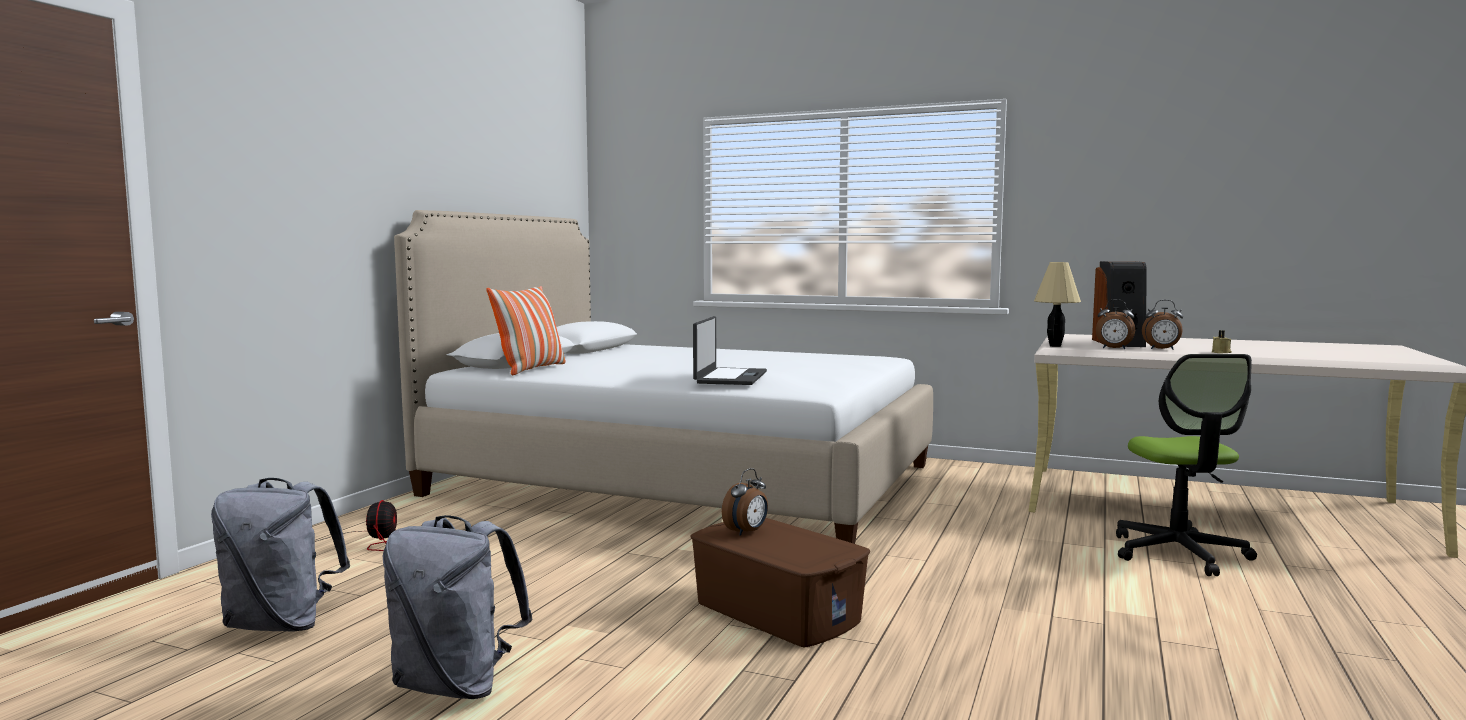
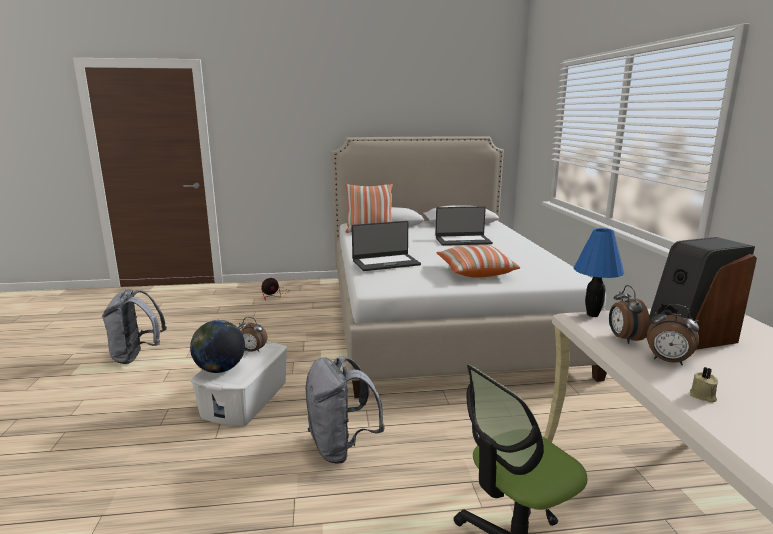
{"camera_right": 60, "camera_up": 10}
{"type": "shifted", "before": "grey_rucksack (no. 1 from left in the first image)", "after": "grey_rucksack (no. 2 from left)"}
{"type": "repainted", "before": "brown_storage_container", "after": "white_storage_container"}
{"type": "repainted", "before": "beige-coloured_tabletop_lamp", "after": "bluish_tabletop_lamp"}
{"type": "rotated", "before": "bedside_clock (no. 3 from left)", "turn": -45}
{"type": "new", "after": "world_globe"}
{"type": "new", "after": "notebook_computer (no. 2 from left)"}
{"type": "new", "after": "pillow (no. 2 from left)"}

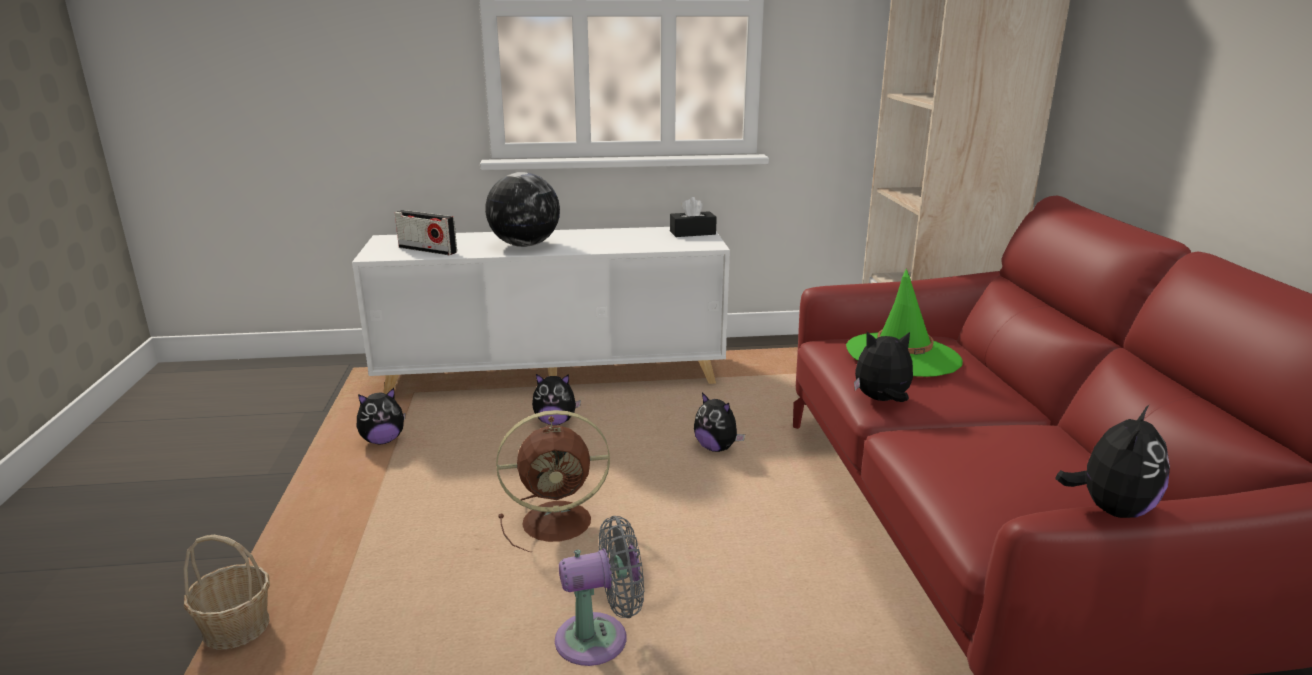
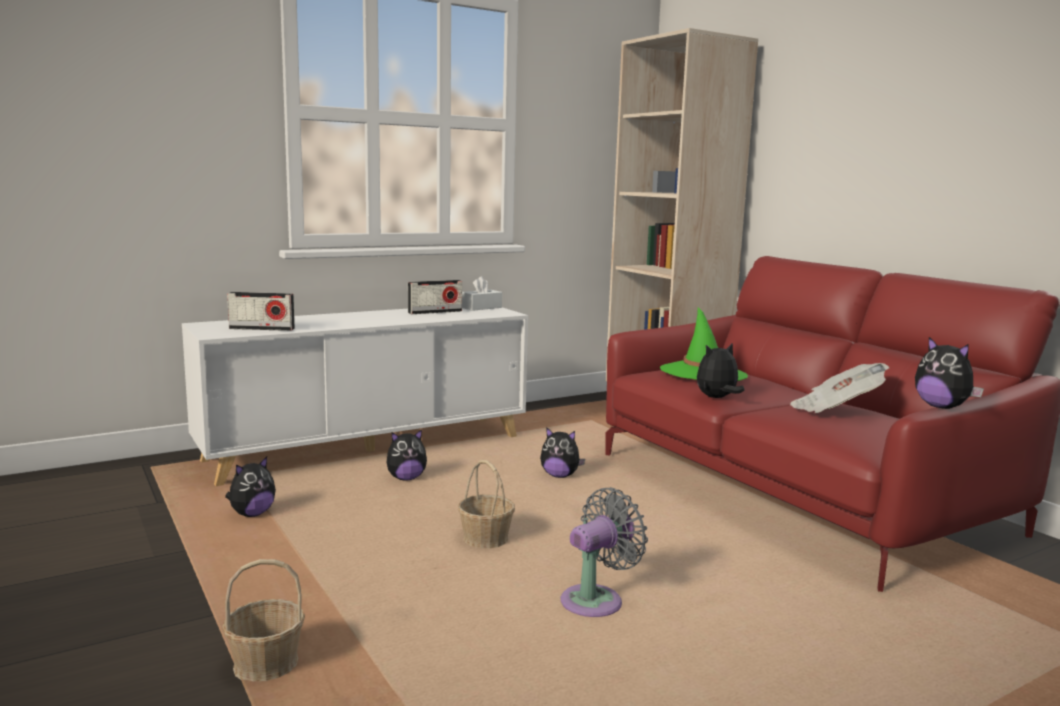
{"camera_right": -25, "camera_up": -10}
{"type": "gone", "before": "world_globe"}
{"type": "swapped", "before": "brown_fan", "after": "storage_basket (no. 2 from left)"}
{"type": "repainted", "before": "black_tissue_box", "after": "white_tissue_box"}
{"type": "rotated", "before": "cuddly_toy (no. 5 from left)", "turn": 135}
{"type": "new", "after": "radio_receiver (no. 2 from left)"}
{"type": "new", "after": "newspaper"}

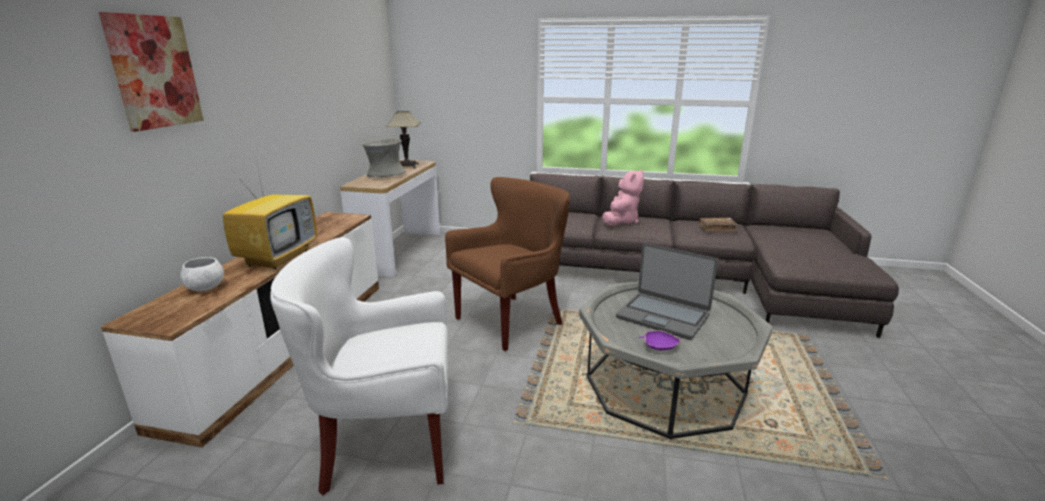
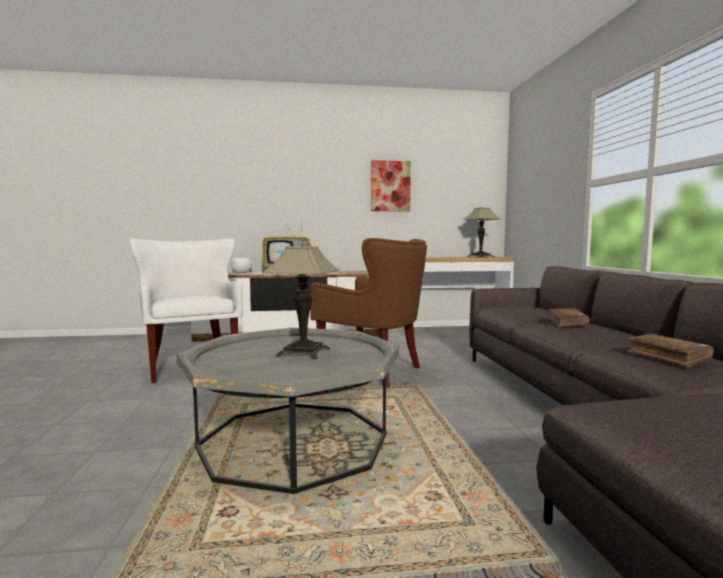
{"camera_right": 70, "camera_up": -15}
{"type": "shifted", "before": "picture"}
{"type": "gone", "before": "grey_flower_vase"}
{"type": "swapped", "before": "pink-coloured_cuddly_toy", "after": "brown_volume (no. 1 from left)"}
{"type": "swapped", "before": "notebook_computer", "after": "tabletop_lamp (no. 1 from left)"}
{"type": "gone", "before": "purple_serving_bowl"}

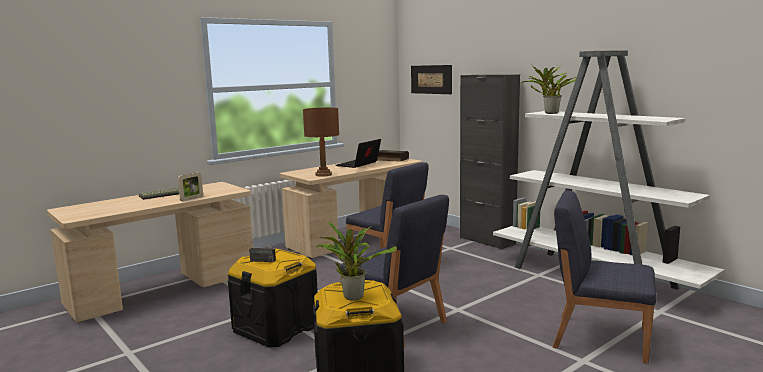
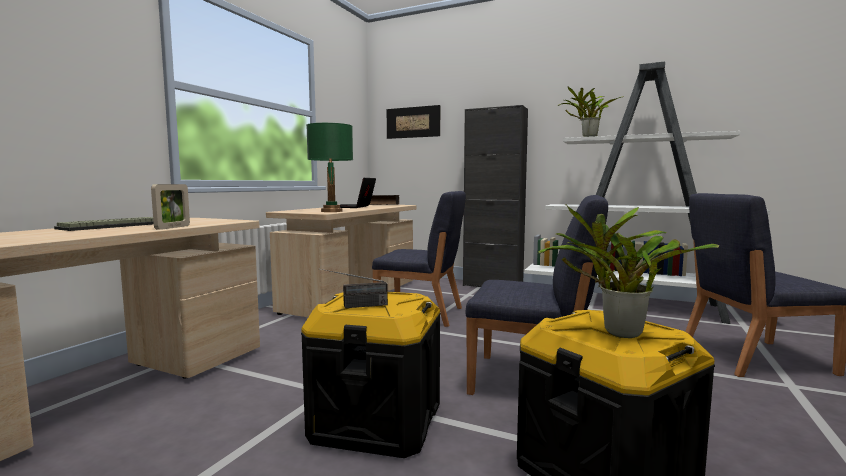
{"camera_right": -25, "camera_up": -5}
{"type": "repainted", "before": "brown_tabletop_lamp", "after": "green-coloured_tabletop_lamp"}

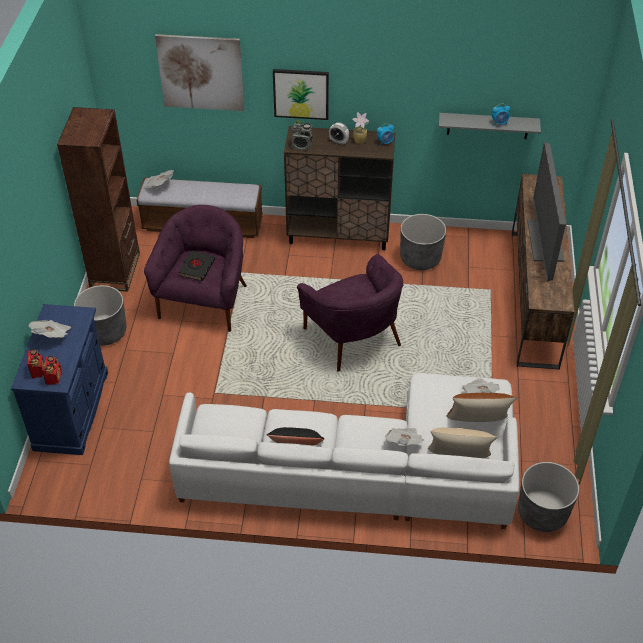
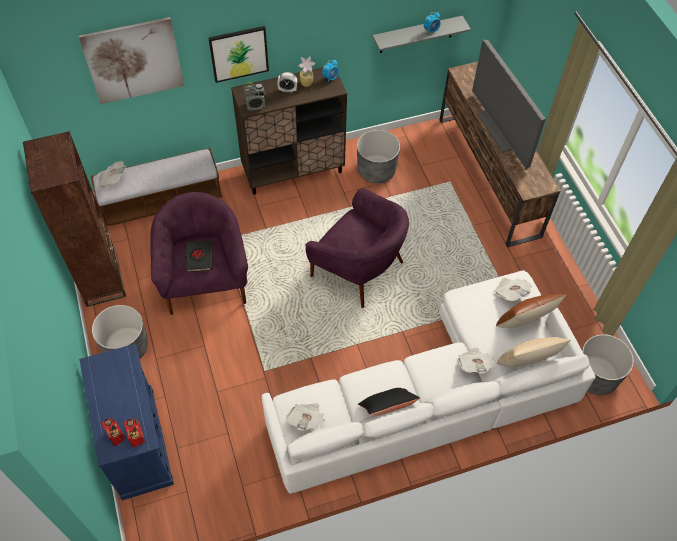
{"camera_right": -25, "camera_up": 10}
{"type": "shifted", "before": "newspaper (no. 1 from left in the first image)", "after": "newspaper (no. 2 from left)"}

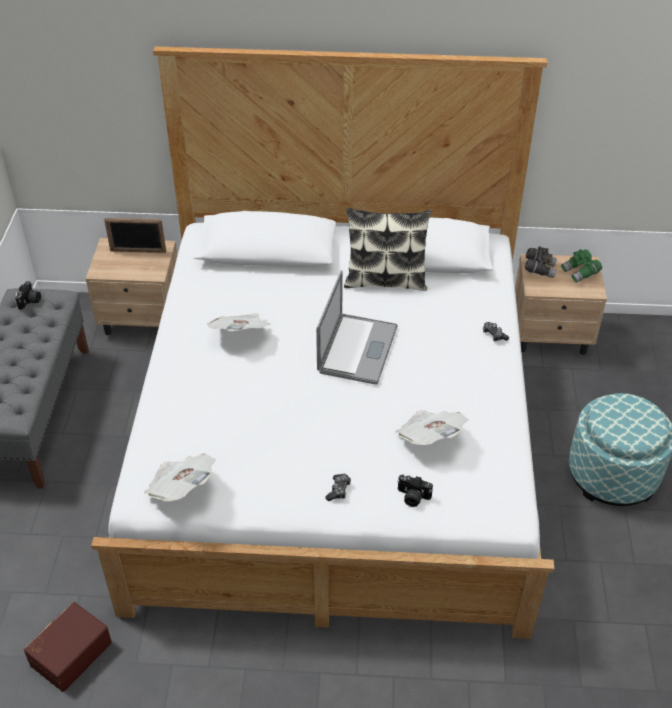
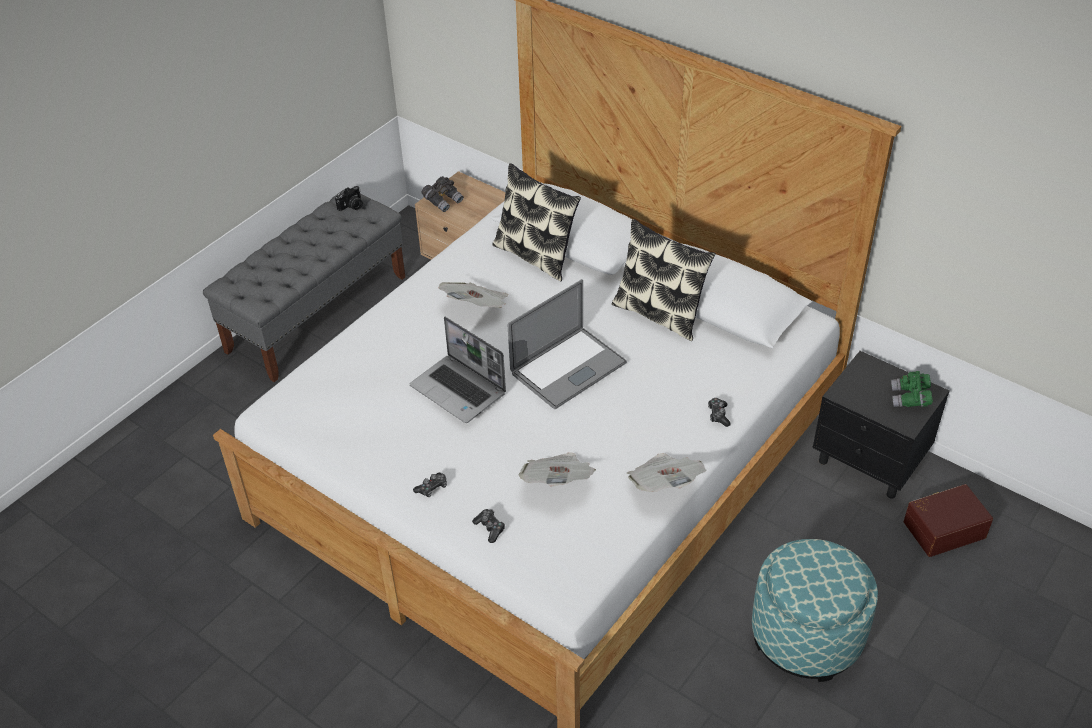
{"camera_right": 35, "camera_up": 0}
{"type": "shifted", "before": "brown_storage_container"}
{"type": "gone", "before": "standing_frame"}
{"type": "shifted", "before": "newspaper (no. 1 from left in the first image)", "after": "newspaper (no. 3 from left)"}
{"type": "swapped", "before": "photo_camera (no. 2 from left)", "after": "joypad (no. 2 from left)"}
{"type": "repainted", "before": "beige-coloured_bedside_table (no. 2 from left)", "after": "black_bedside_table"}
{"type": "shifted", "before": "grey_field_glasses"}
{"type": "new", "after": "notebook_computer (no. 1 from left)"}
{"type": "new", "after": "pillow (no. 1 from left)"}

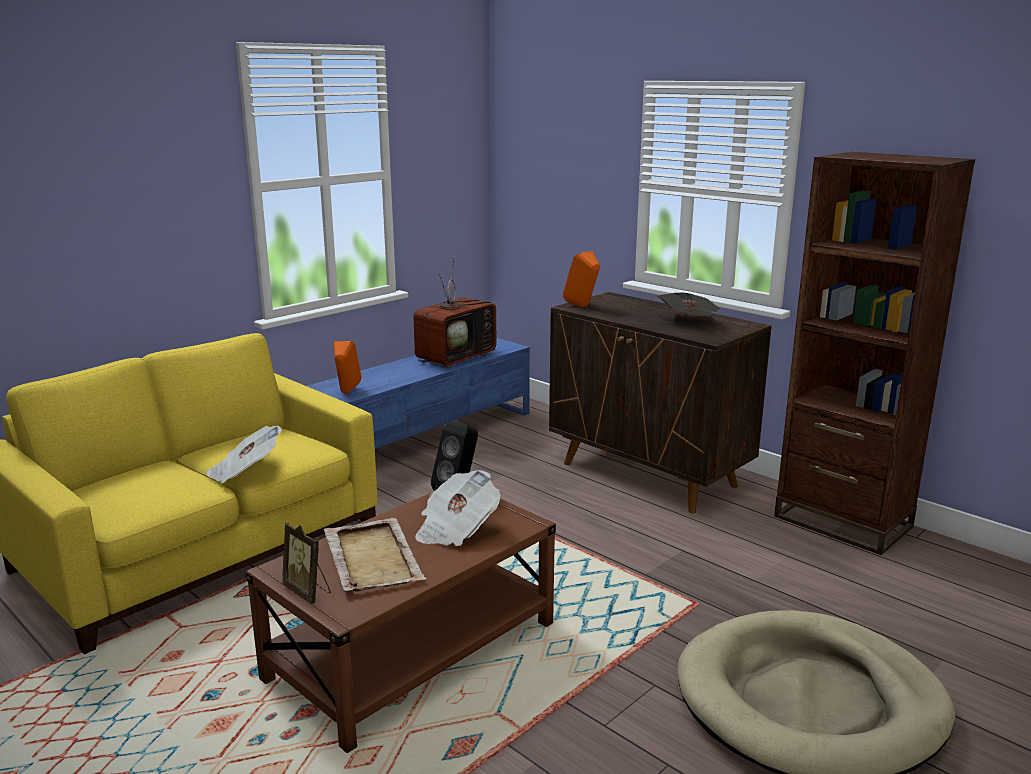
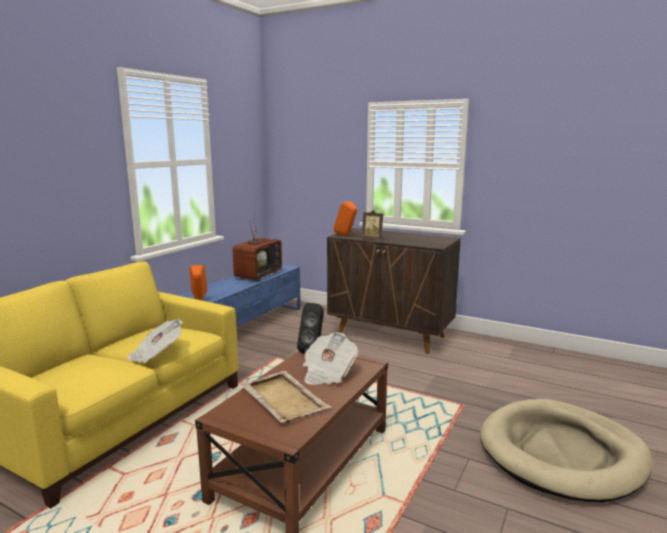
{"camera_right": -15, "camera_up": -5}
{"type": "shifted", "before": "standing_frame"}
{"type": "gone", "before": "newspaper (no. 3 from left)"}
{"type": "gone", "before": "brown_bookshelf"}

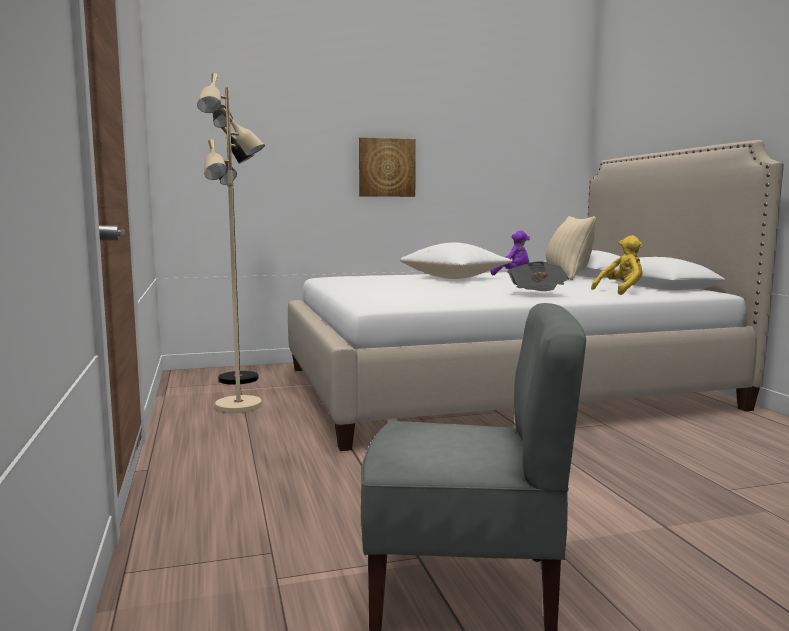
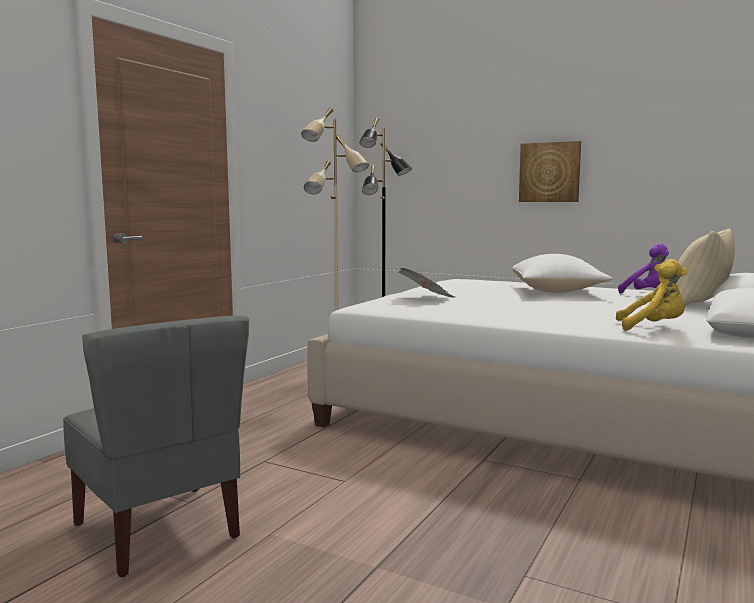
{"camera_right": 45, "camera_up": 0}
{"type": "shifted", "before": "newspaper"}

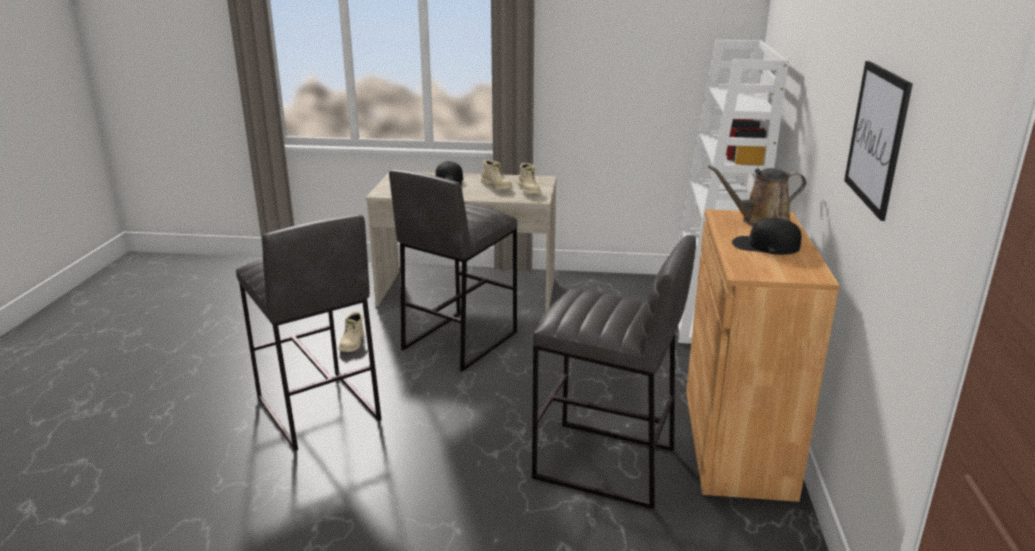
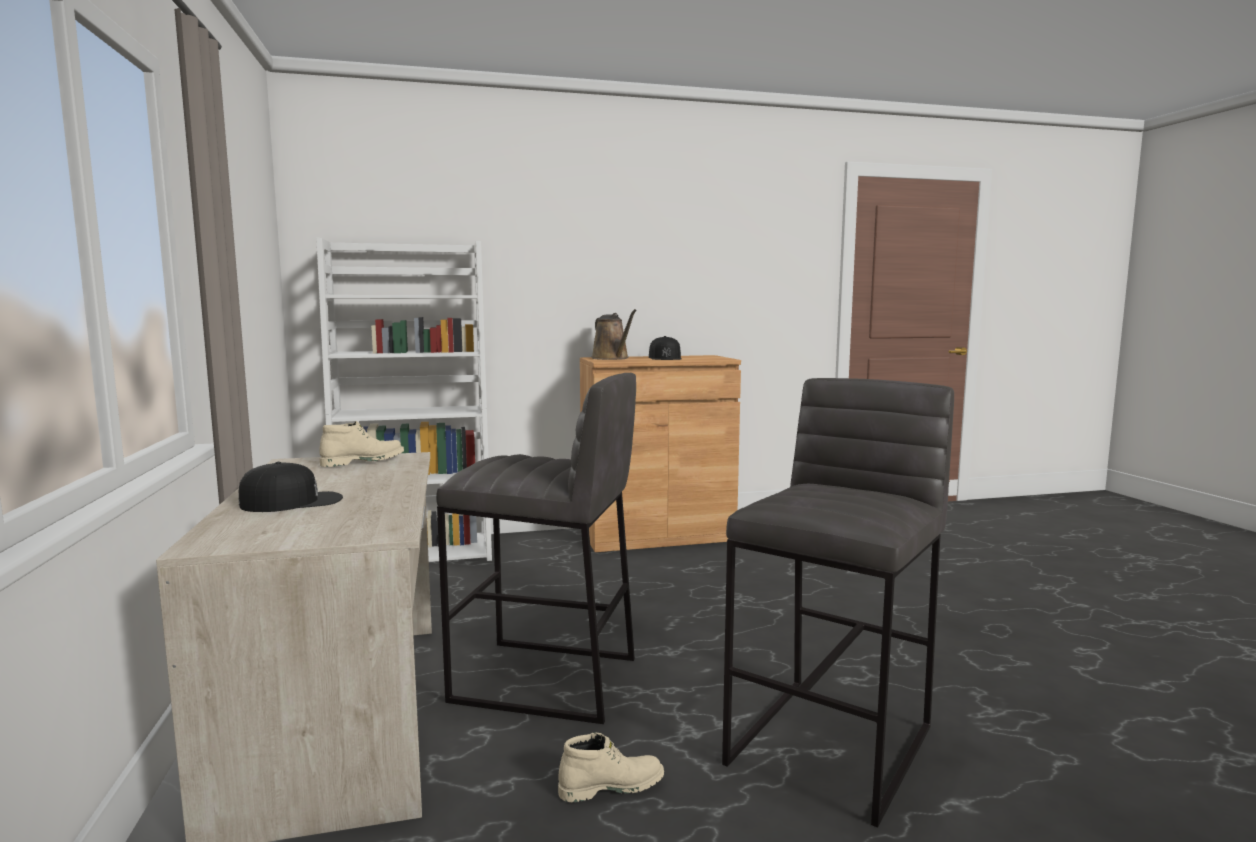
{"camera_right": -110, "camera_up": -15}
{"type": "gone", "before": "beige-coloured_tall_boot (no. 2 from left)"}
{"type": "gone", "before": "grey_sitting_stool (no. 3 from left)"}
{"type": "gone", "before": "picture"}

